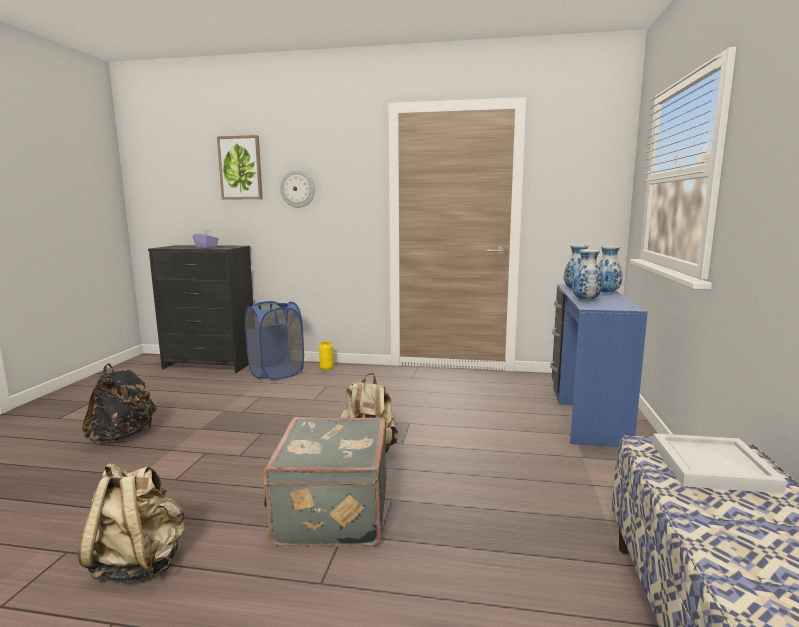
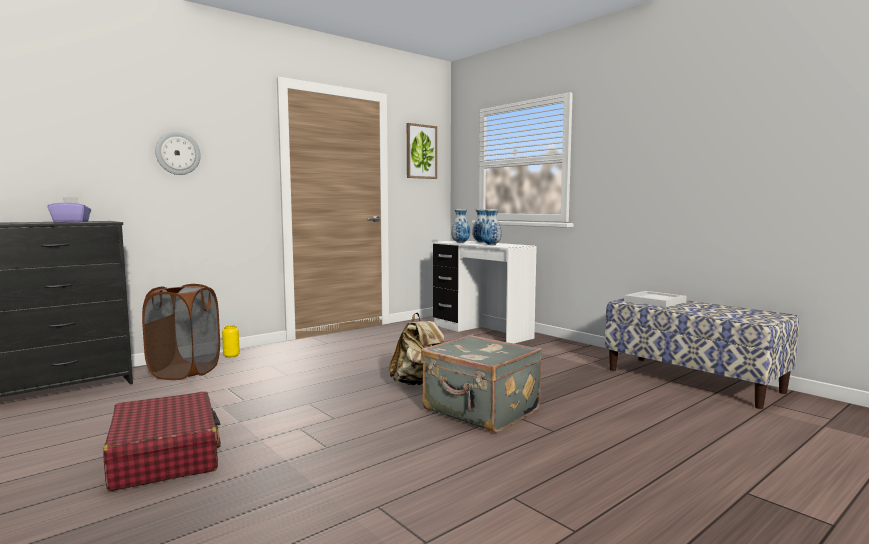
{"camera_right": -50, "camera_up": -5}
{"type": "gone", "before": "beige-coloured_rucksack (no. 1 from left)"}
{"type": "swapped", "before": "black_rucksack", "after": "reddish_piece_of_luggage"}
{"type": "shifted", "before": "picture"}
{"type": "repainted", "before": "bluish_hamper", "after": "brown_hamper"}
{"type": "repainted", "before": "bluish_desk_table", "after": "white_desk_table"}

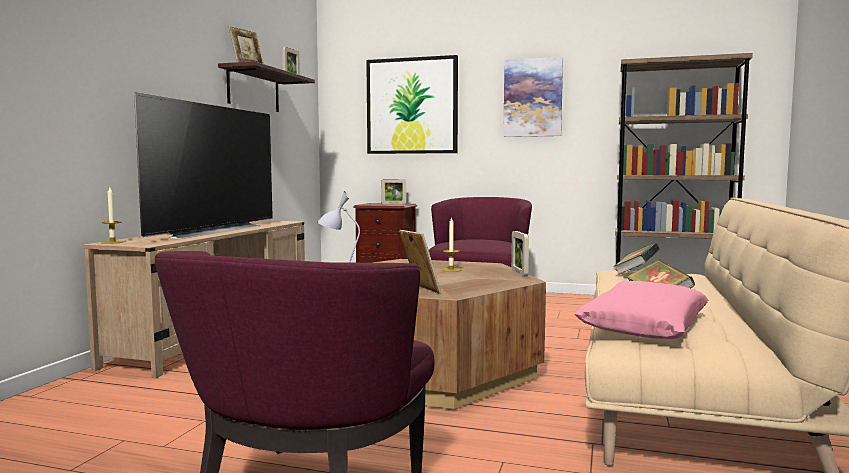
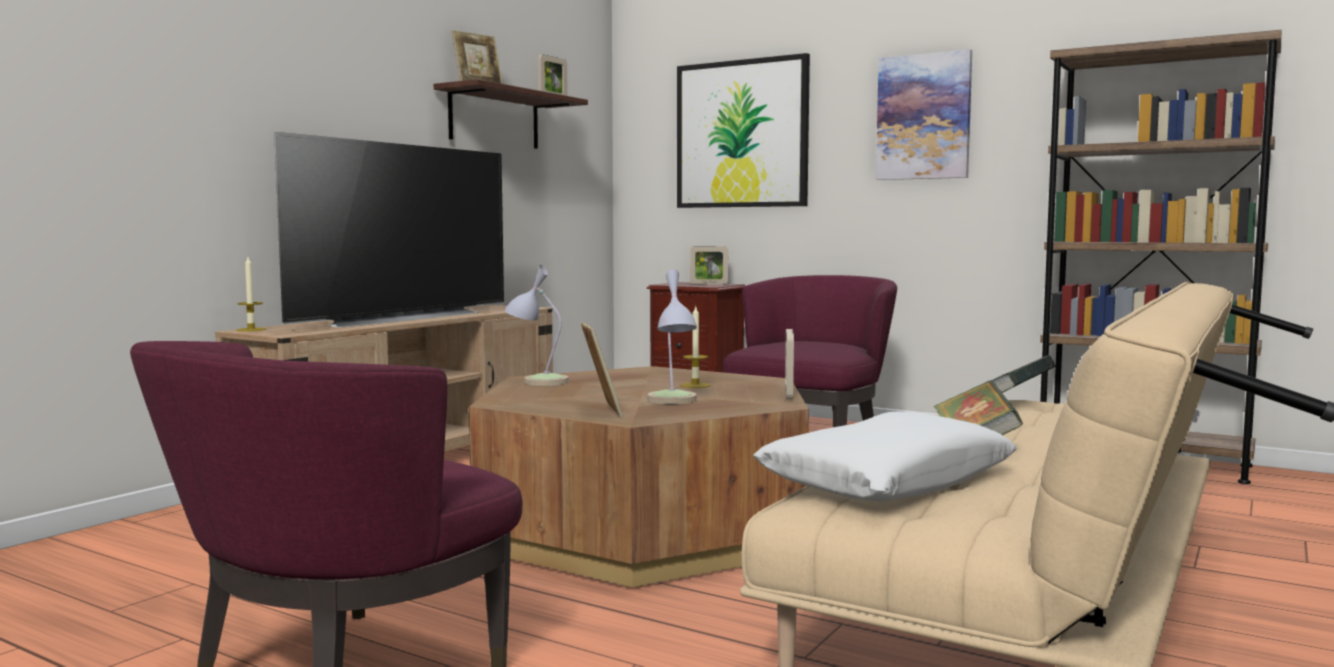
{"camera_right": 15, "camera_up": 0}
{"type": "repainted", "before": "pink-coloured_pillow", "after": "white_pillow"}
{"type": "new", "after": "tabletop_lamp (no. 2 from left)"}

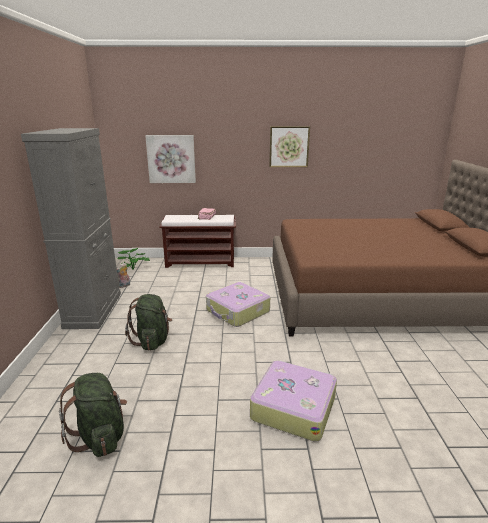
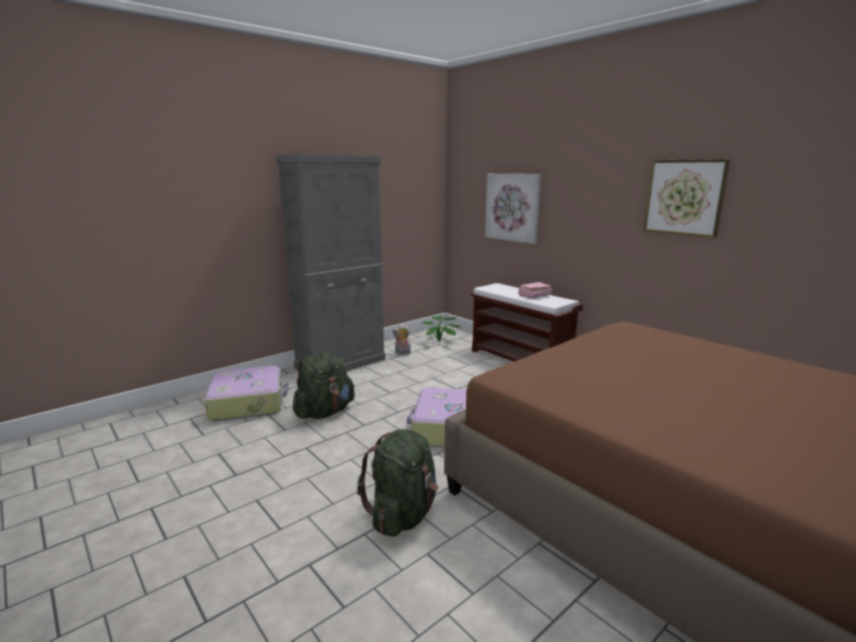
{"camera_right": 50, "camera_up": -5}
{"type": "shifted", "before": "green-coloured_rucksack (no. 1 from left in the first image)", "after": "green-coloured_rucksack (no. 2 from left)"}
{"type": "shifted", "before": "piece_of_luggage (no. 2 from left in the first image)", "after": "piece_of_luggage (no. 1 from left)"}

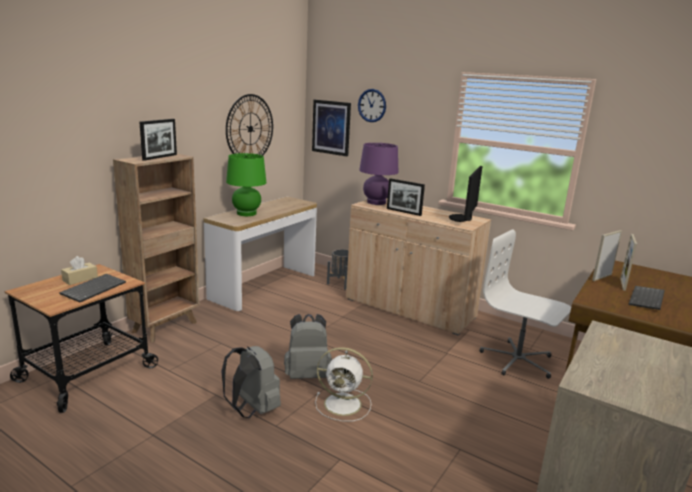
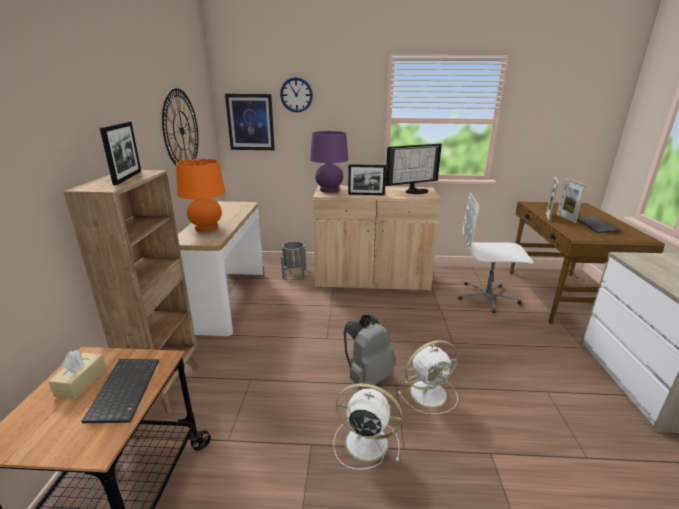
{"camera_right": -30, "camera_up": 5}
{"type": "swapped", "before": "grey_rucksack (no. 1 from left)", "after": "white_fan (no. 1 from left)"}
{"type": "repainted", "before": "green-coloured_tabletop_lamp", "after": "orangey_tabletop_lamp"}
{"type": "rotated", "before": "monitor", "turn": -105}

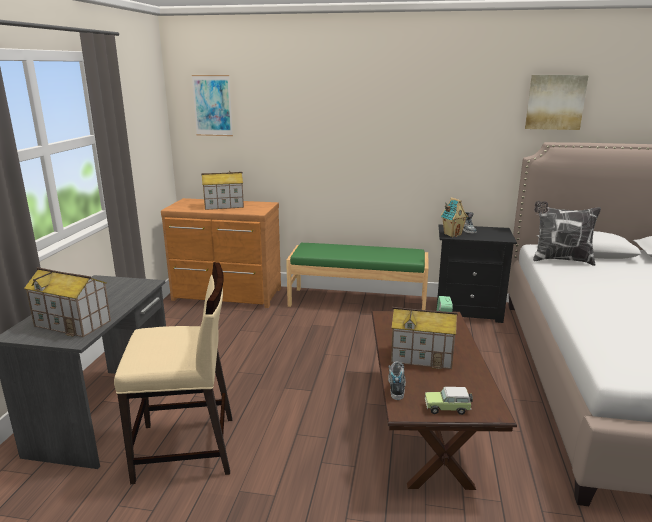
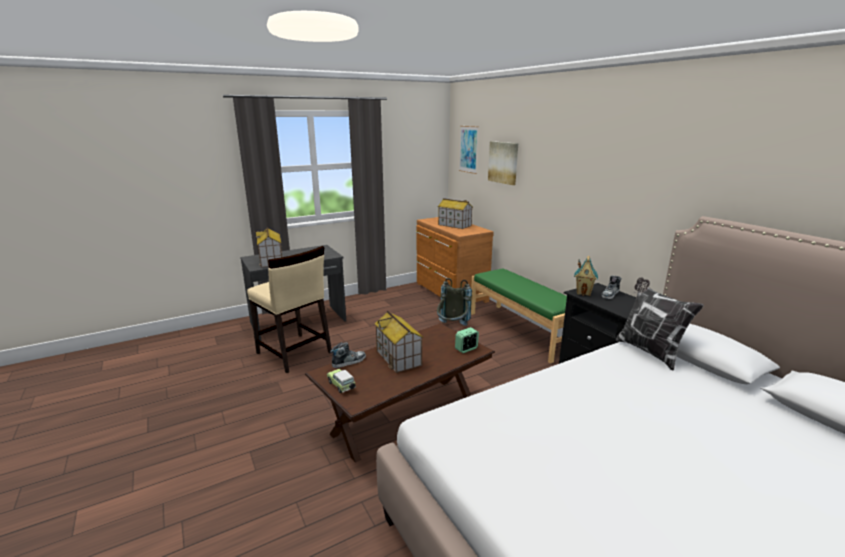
{"camera_right": 50, "camera_up": 0}
{"type": "shifted", "before": "picture (no. 2 from left)"}
{"type": "new", "after": "grey_rucksack"}

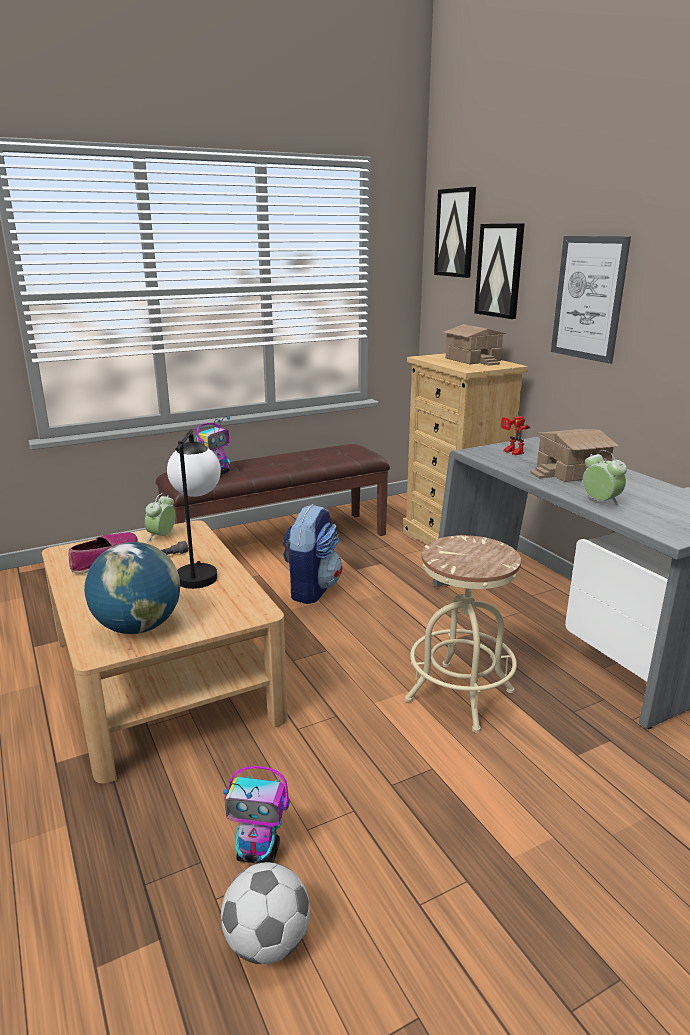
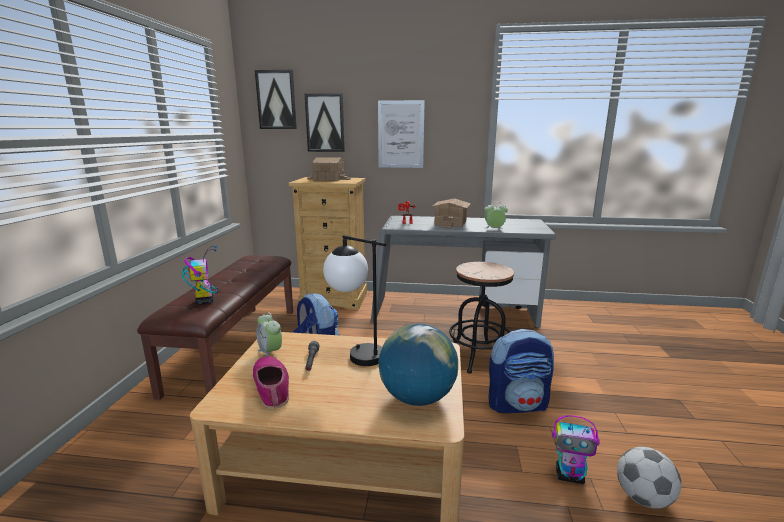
{"camera_right": -55, "camera_up": -5}
{"type": "rotated", "before": "model_robot (no. 2 from left in the first image)", "turn": 60}
{"type": "repainted", "before": "beige-coloured_sitting_stool", "after": "black_sitting_stool"}
{"type": "new", "after": "rucksack (no. 2 from left)"}

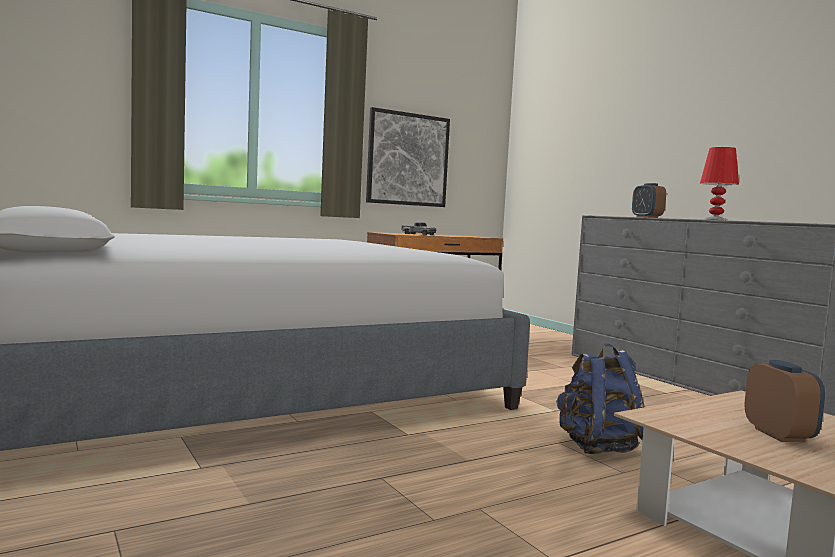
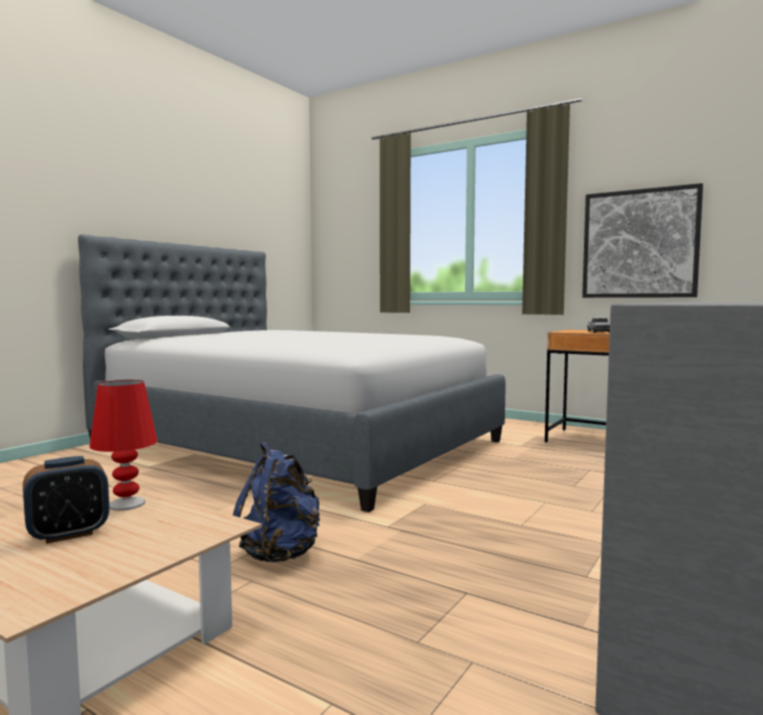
{"camera_right": 65, "camera_up": 0}
{"type": "gone", "before": "bedside_clock (no. 1 from left)"}
{"type": "shifted", "before": "reddish_tabletop_lamp"}

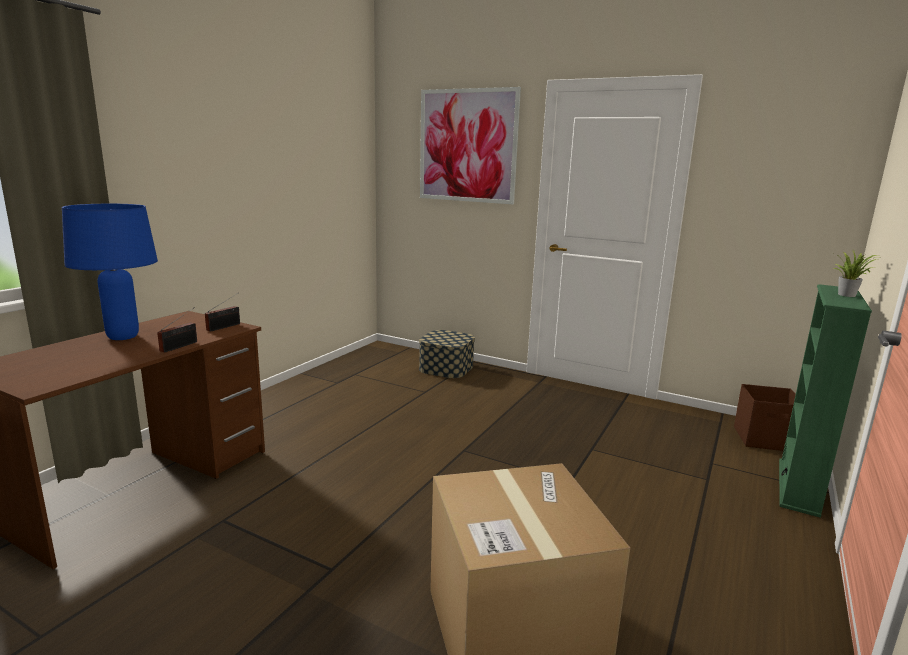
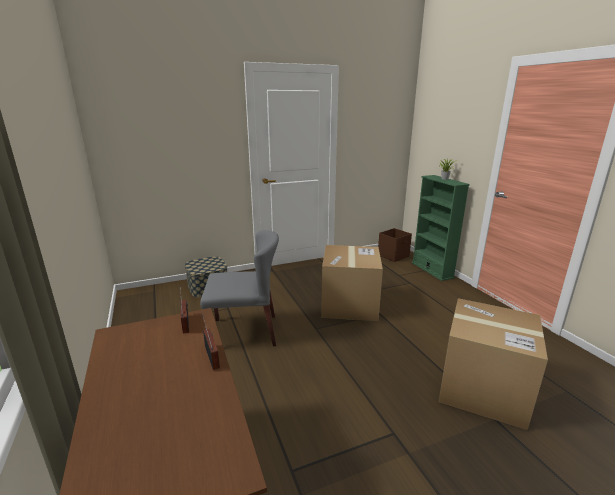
{"camera_right": -50, "camera_up": 5}
{"type": "gone", "before": "bluish_tabletop_lamp"}
{"type": "gone", "before": "picture"}
{"type": "new", "after": "grey_plain_chair"}
{"type": "new", "after": "carton (no. 1 from left)"}

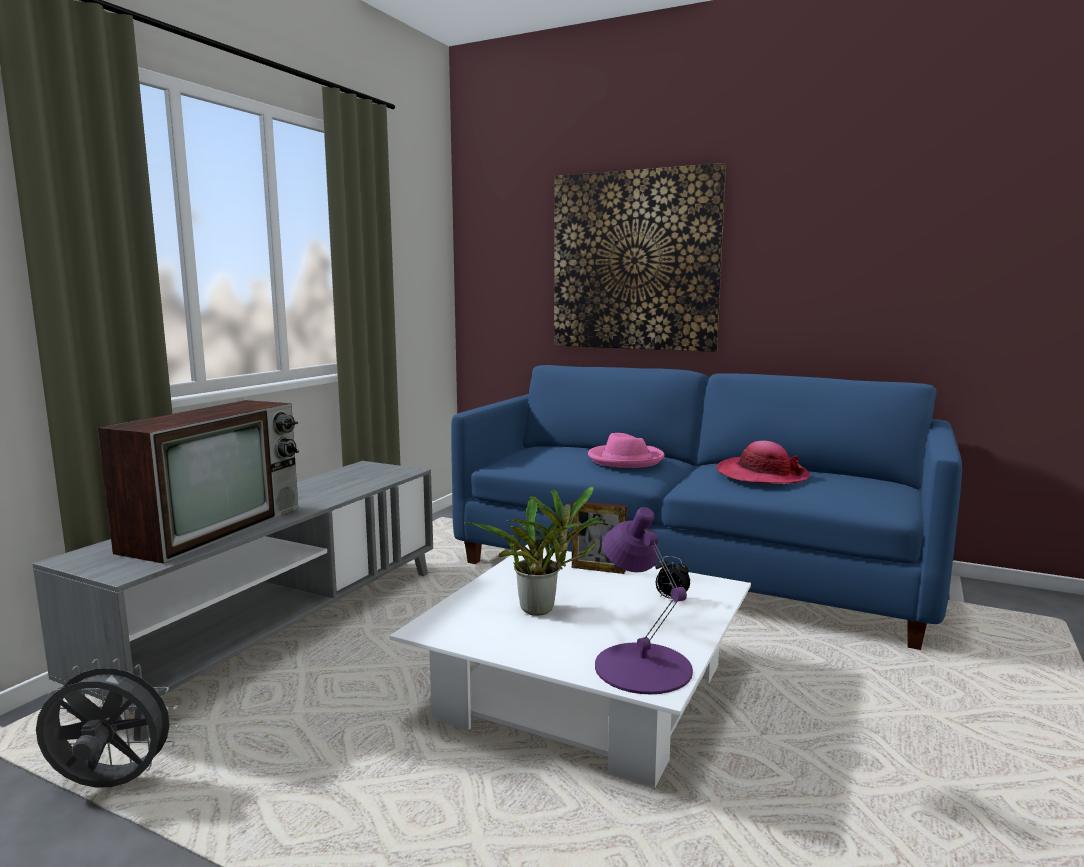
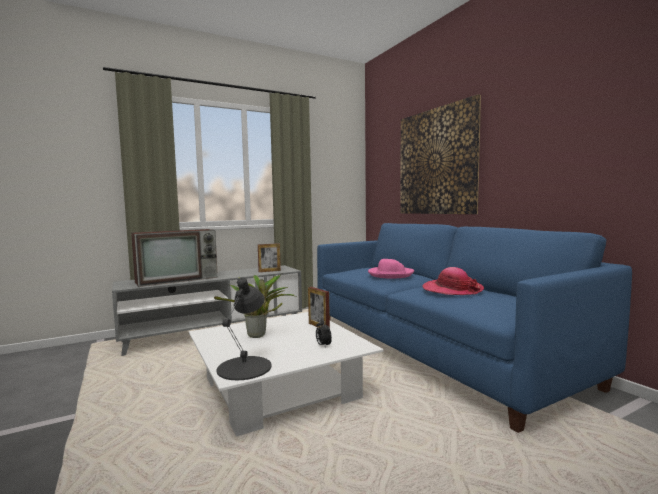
{"camera_right": 35, "camera_up": -5}
{"type": "gone", "before": "grey_fan"}
{"type": "repainted", "before": "purple_tabletop_lamp", "after": "black_tabletop_lamp"}
{"type": "new", "after": "standing_frame (no. 1 from left)"}

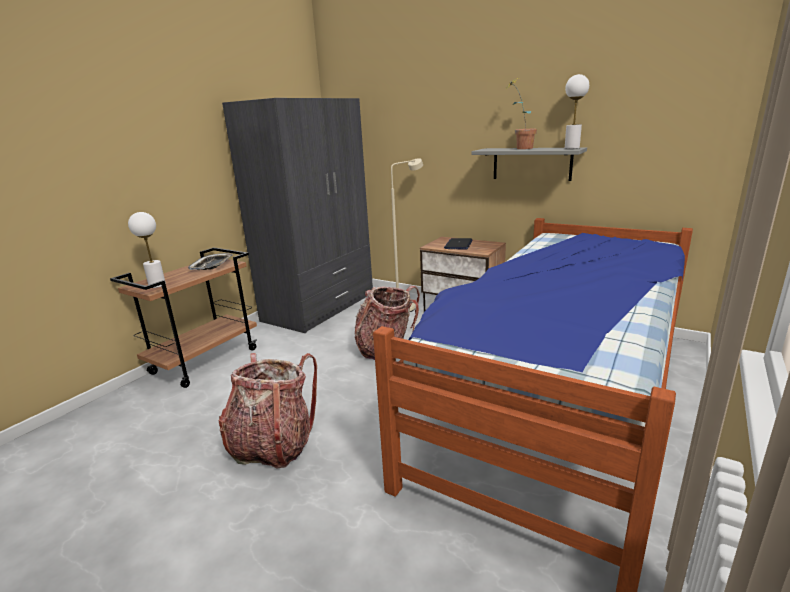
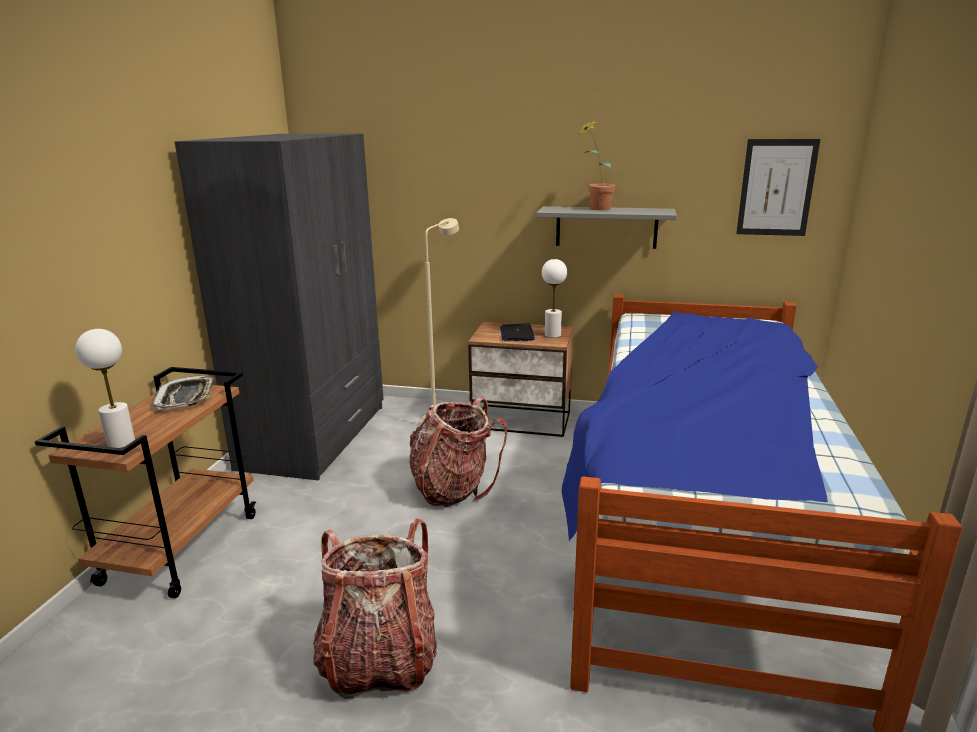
{"camera_right": -20, "camera_up": 0}
{"type": "shifted", "before": "white_tabletop_lamp (no. 2 from left)"}
{"type": "new", "after": "picture"}

